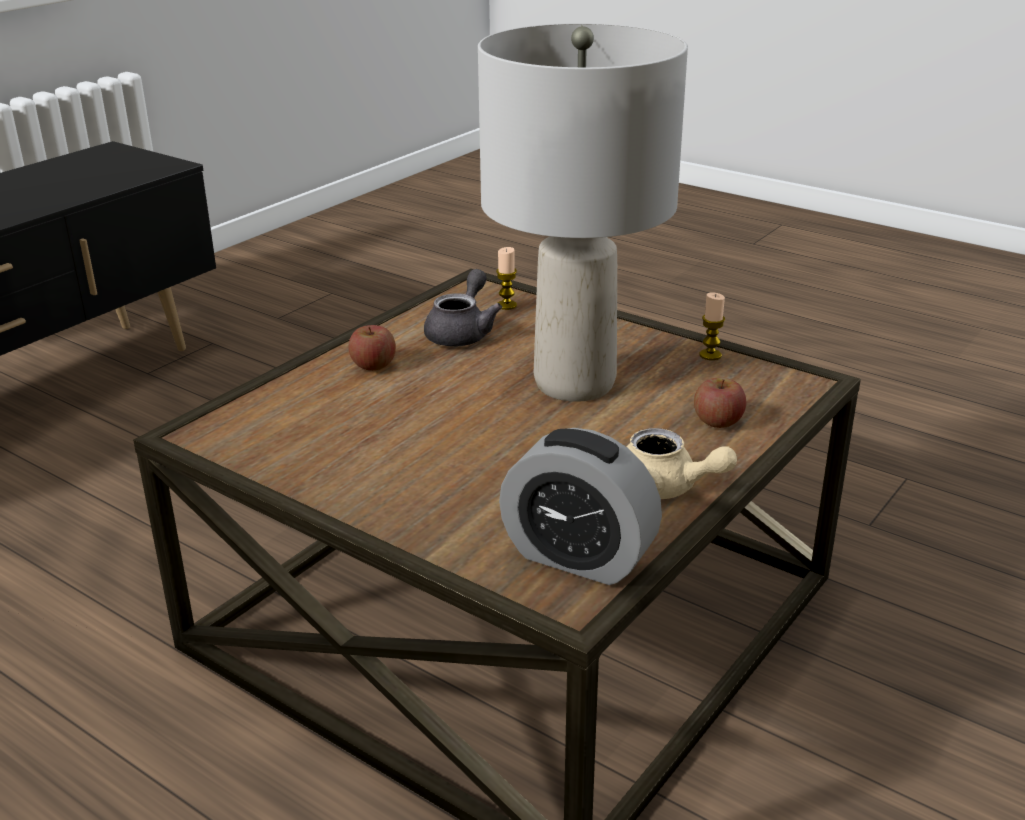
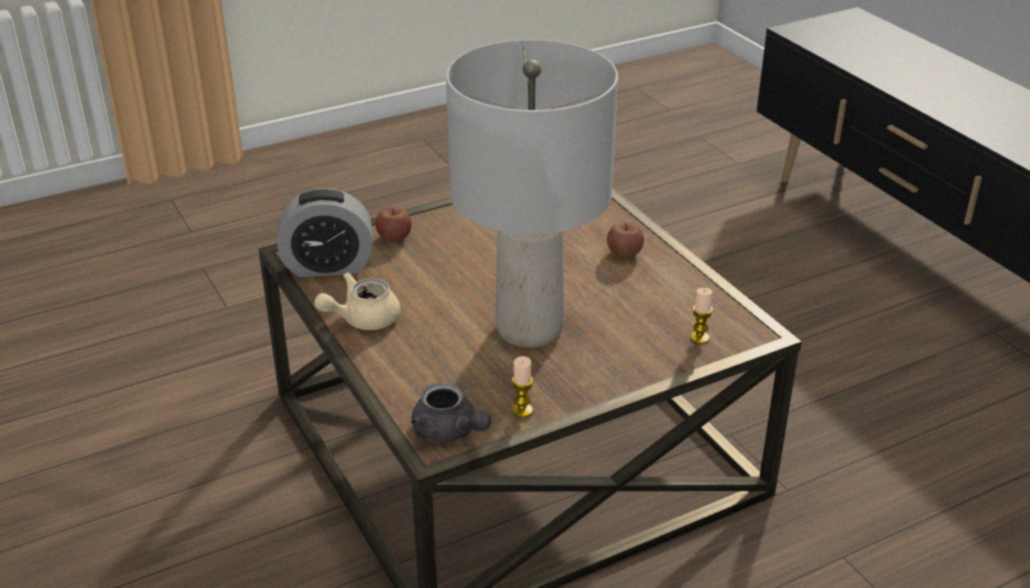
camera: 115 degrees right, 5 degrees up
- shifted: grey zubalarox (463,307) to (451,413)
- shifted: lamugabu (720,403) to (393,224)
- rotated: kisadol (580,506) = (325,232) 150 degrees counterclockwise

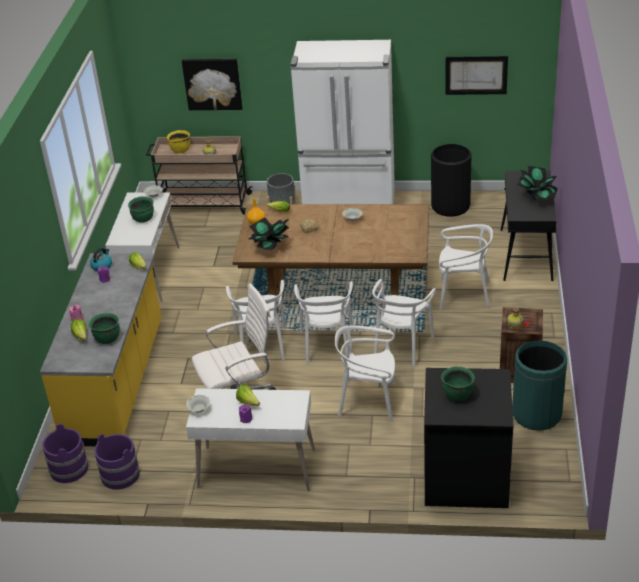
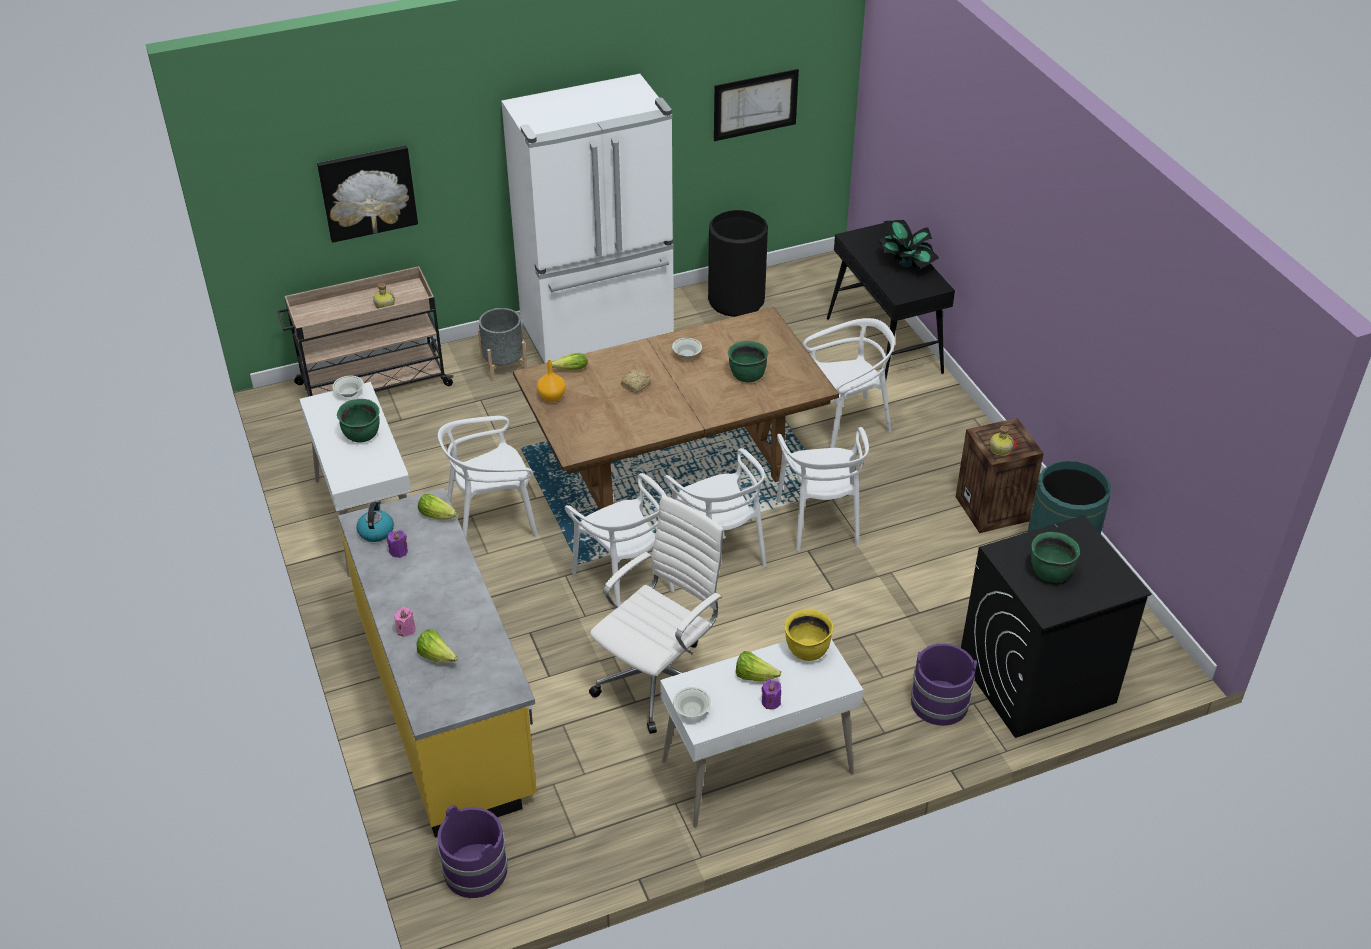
camera: 30 degrees left, 5 degrees up
- shifted: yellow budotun (178,141) to (809,635)
- gone: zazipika (269,234)
- shifted: green budotun (104,328) to (748,362)
- shifted: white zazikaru (365,373) to (488,477)
- shifted: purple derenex (117,462) to (944,684)

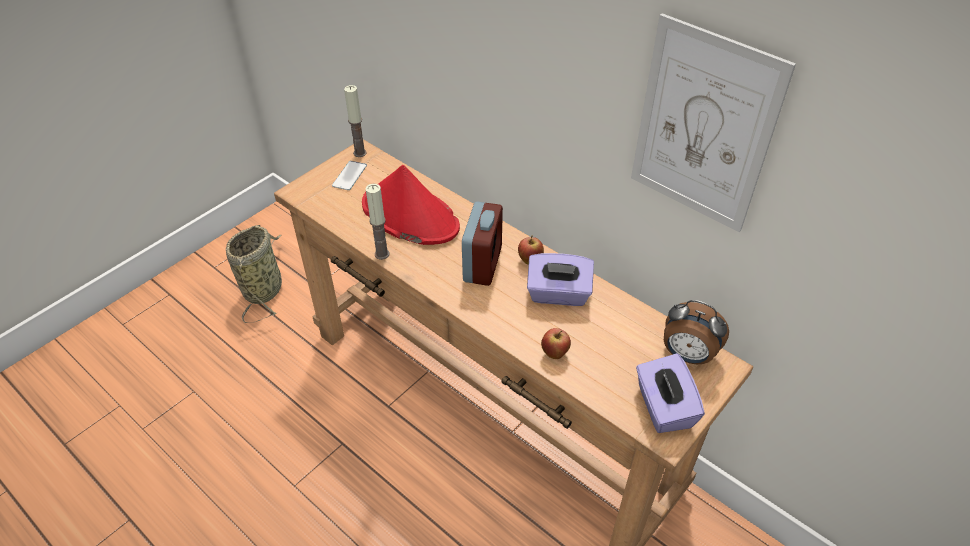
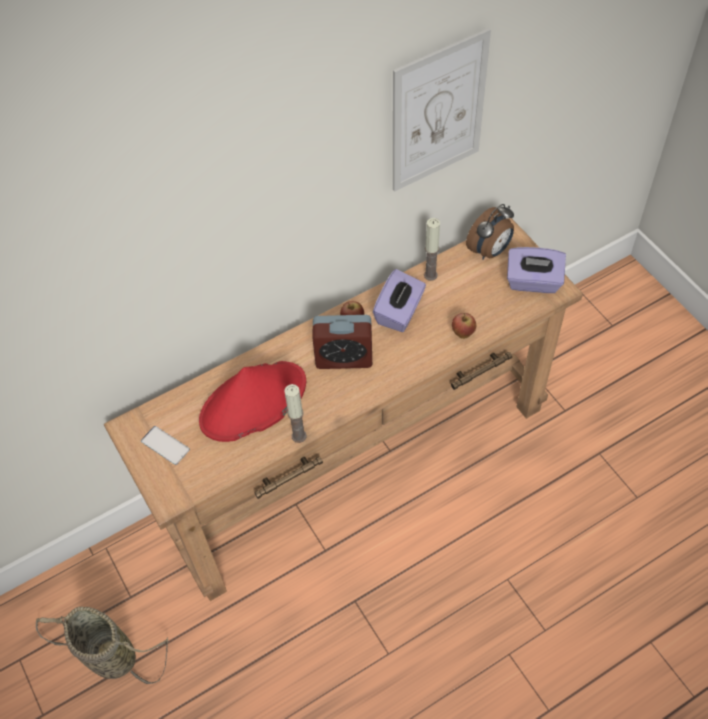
camera: 70 degrees left, 10 degrees up
- shifted: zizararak (355,121) to (432,249)
- rotated: kisadol (482,243) = (342,342) 150 degrees clockwise

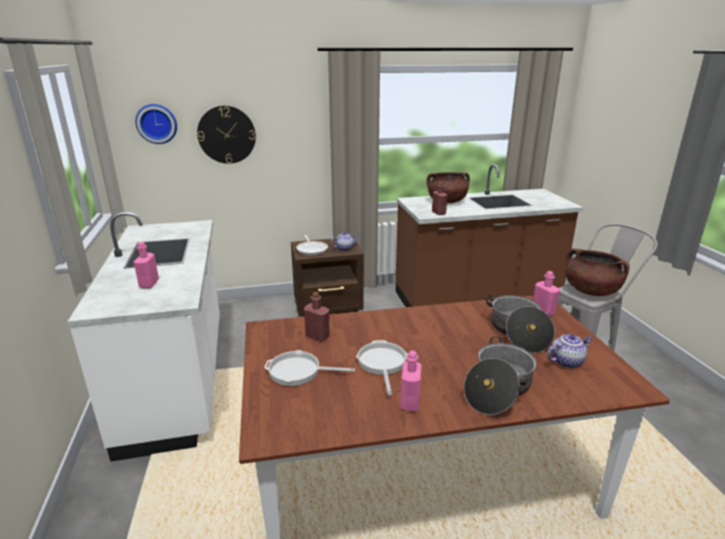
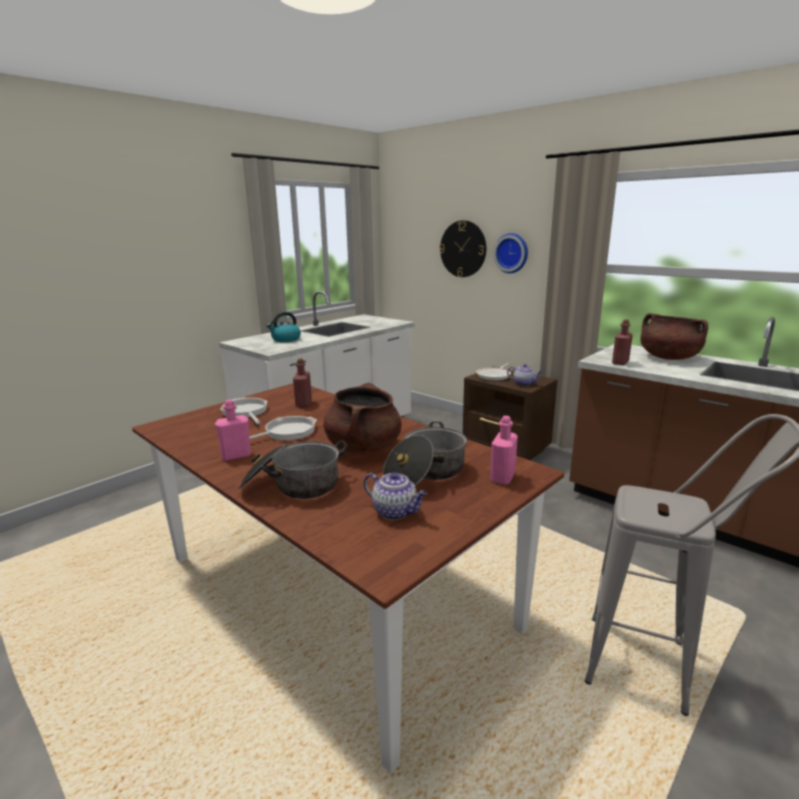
camera: 55 degrees right, 5 degrees down
- shifted: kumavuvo (156,124) to (510,253)
- swapped: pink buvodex (146,265) to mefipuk (284,327)
- shifted: brown budotun (597,272) to (362,418)

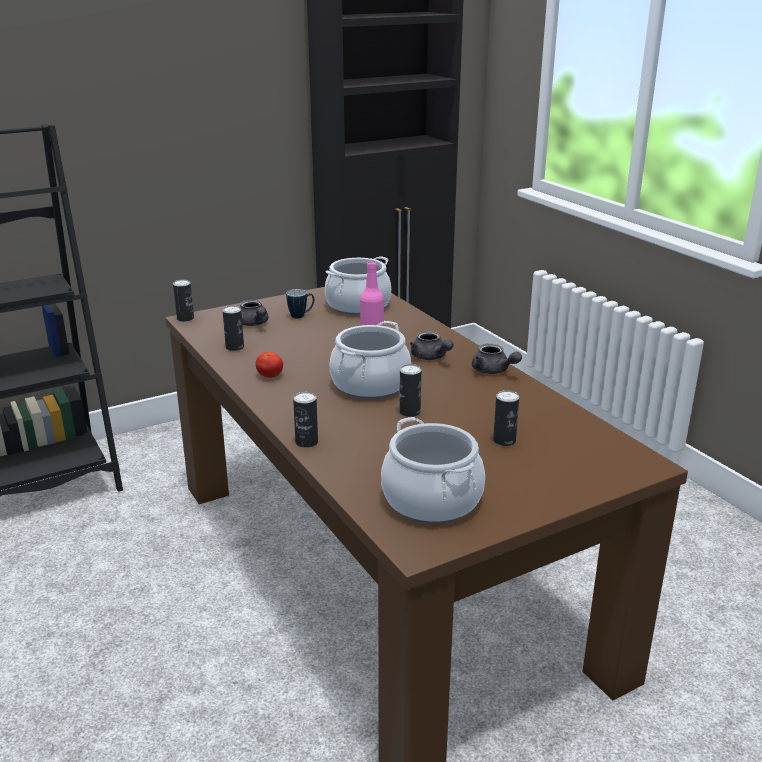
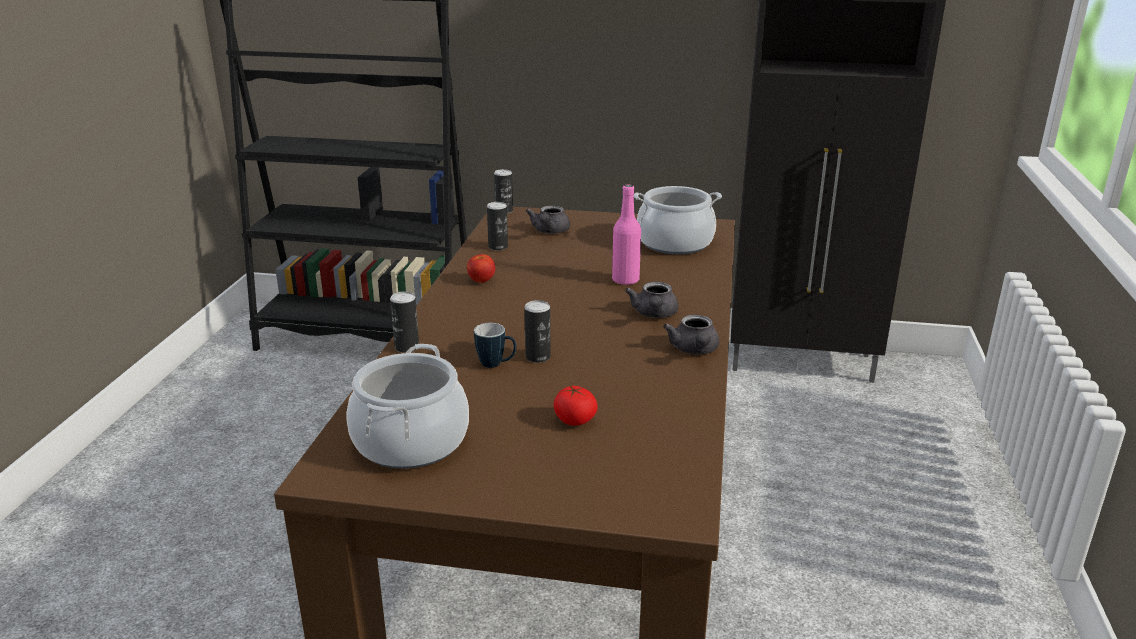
camera: 40 degrees right, 0 degrees up
- shifted: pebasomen (300,304) to (495,345)
- gone: budotun (370,360)
- swapped: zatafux (506,418) to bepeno (575,405)

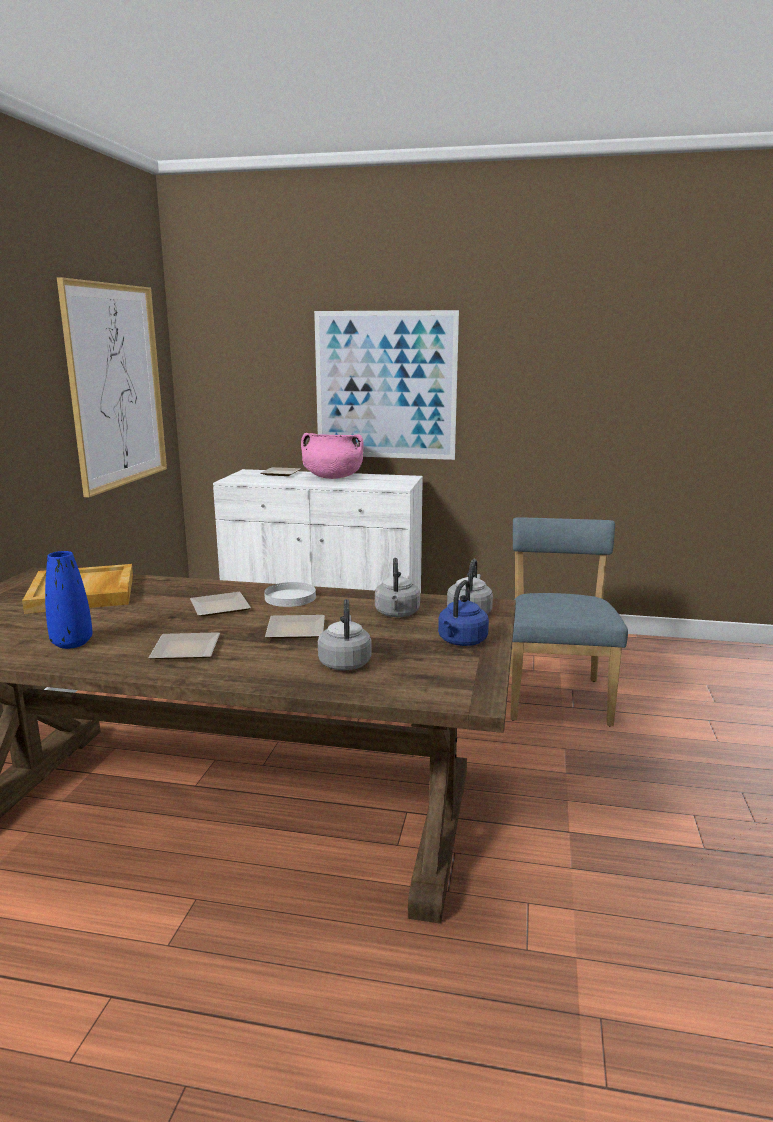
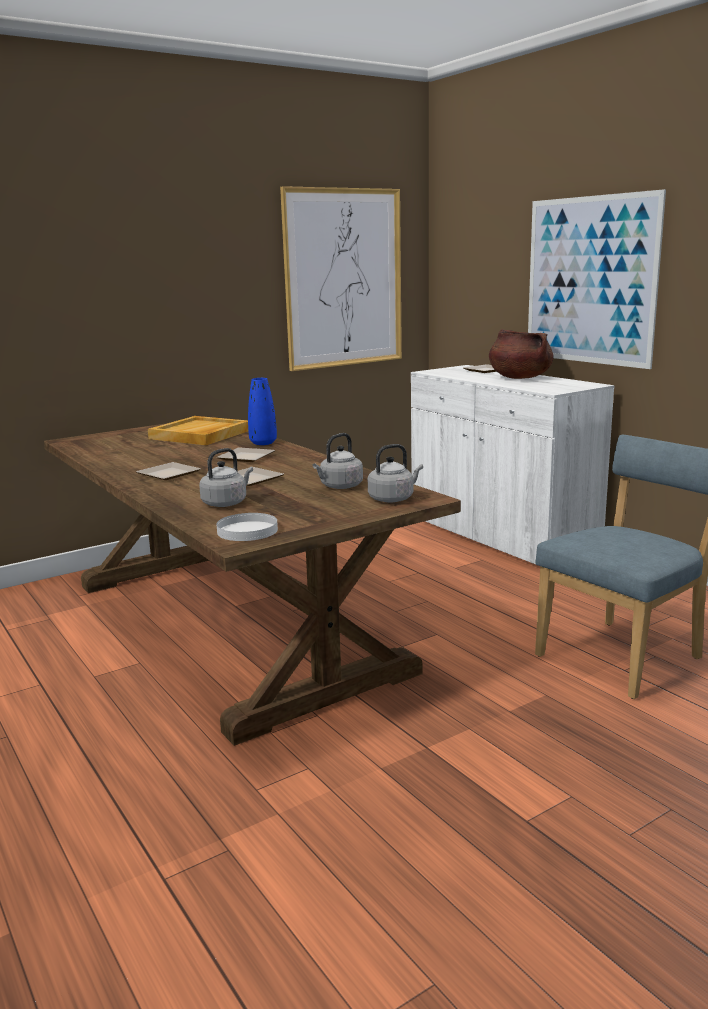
camera: 45 degrees right, 0 degrees up
- repainted: pink budotun (332,456) to brown budotun (521,354)
- shifted: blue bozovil (69,600) to (262,411)
- gone: blue mefipuk (463,613)
- shifted: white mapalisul (290,594) to (247,527)

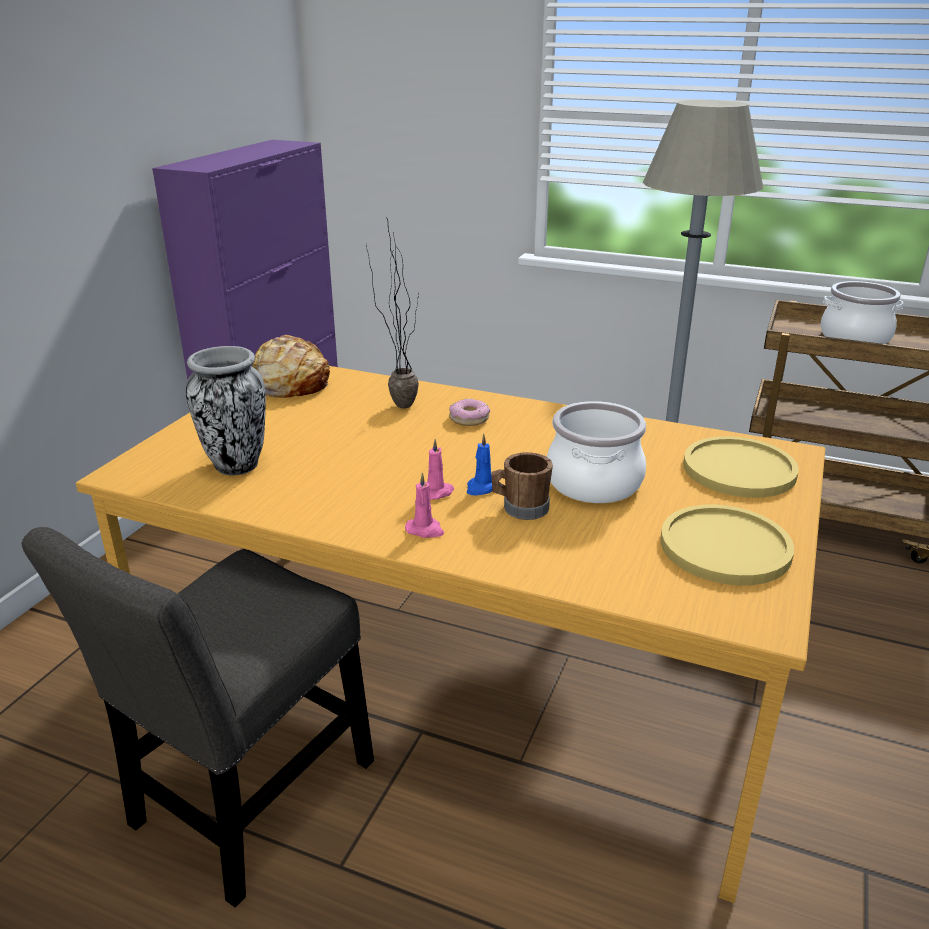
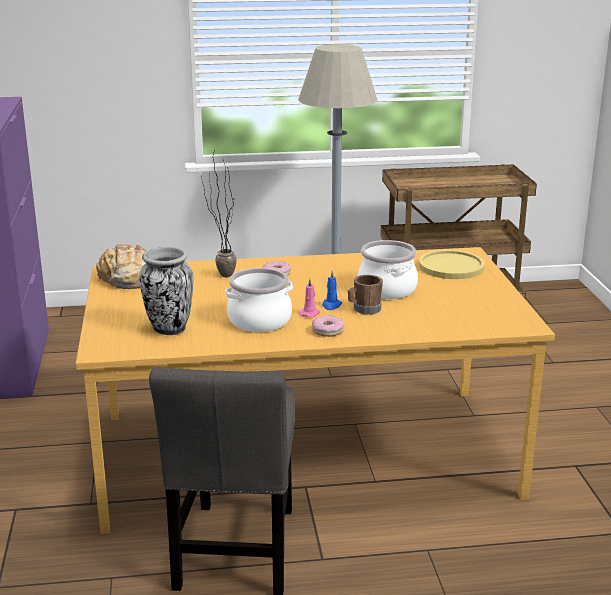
camera: 30 degrees left, 5 degrees down
- shifted: budotun (862,312) to (259,300)
- swapped: pink zizararak (424,505) to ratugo (328,326)
- gone: yellow mapalisul (727,545)

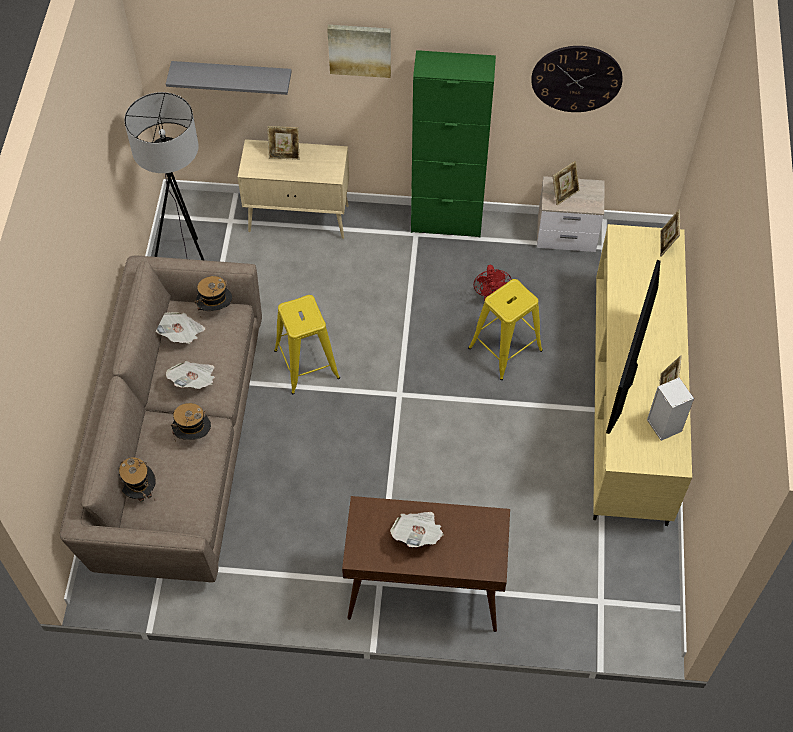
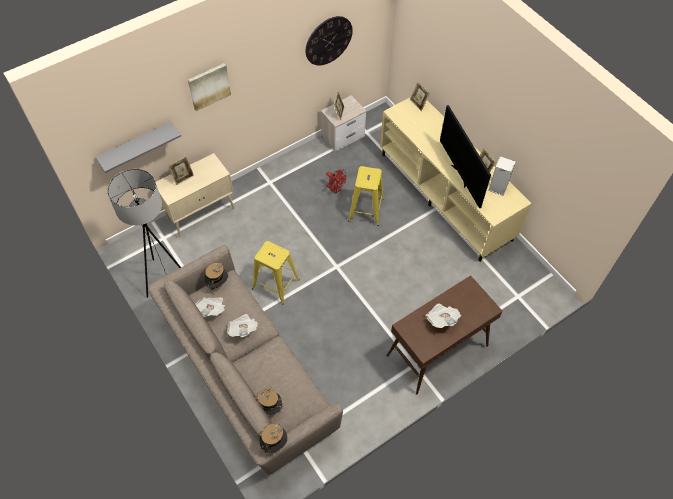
camera: 40 degrees left, 0 degrees up
- gone: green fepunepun (453,144)
- shifted: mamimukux (190,422) to (273,438)

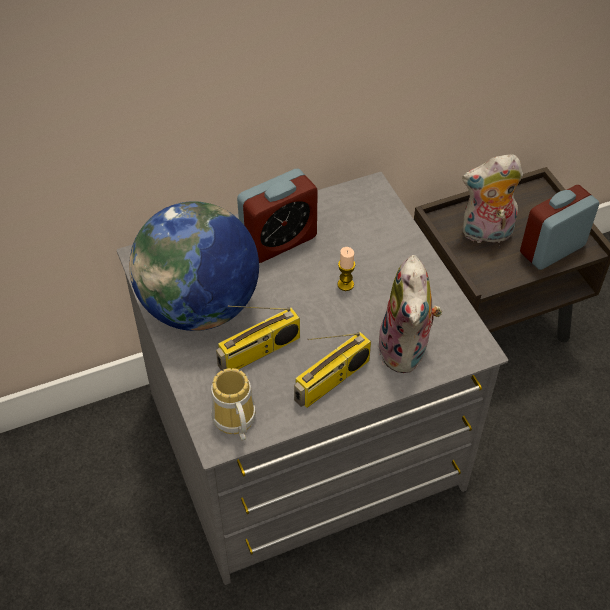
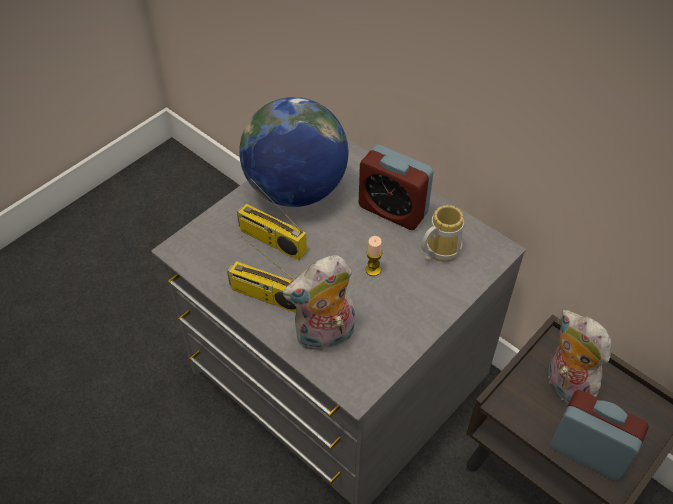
camera: 65 degrees right, 0 degrees up
- shifted: pebasomen (233,404) to (442,233)

